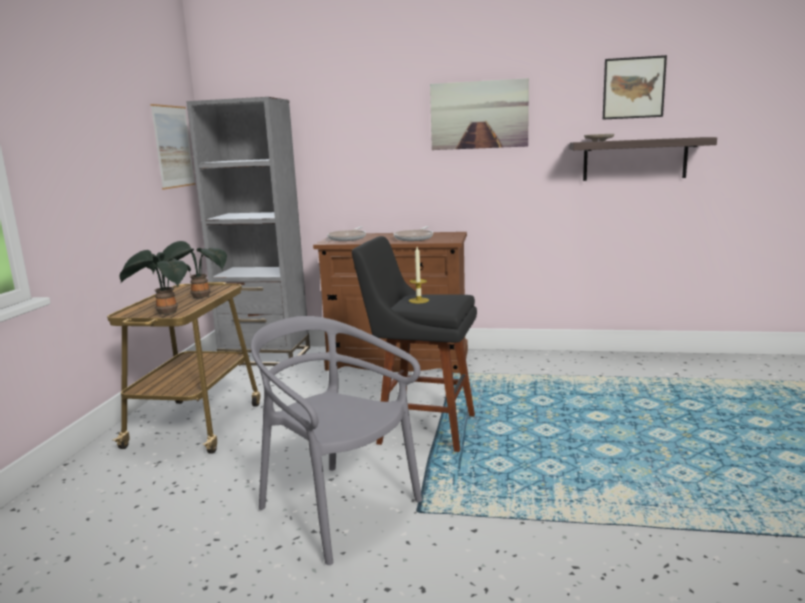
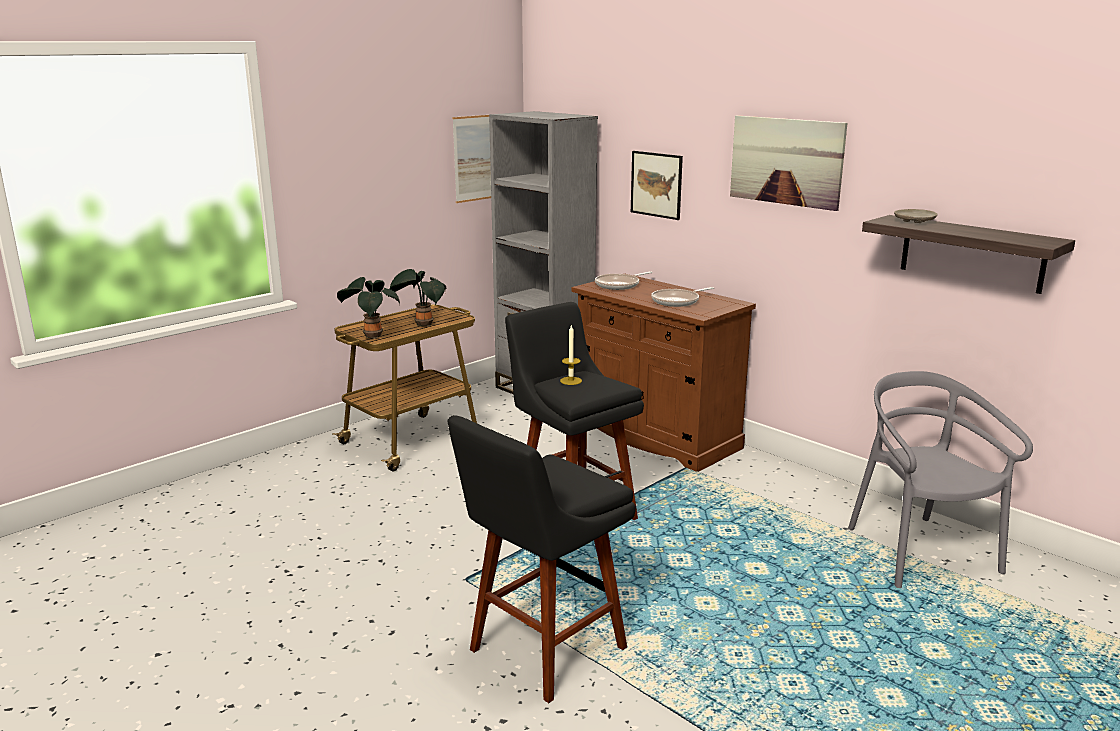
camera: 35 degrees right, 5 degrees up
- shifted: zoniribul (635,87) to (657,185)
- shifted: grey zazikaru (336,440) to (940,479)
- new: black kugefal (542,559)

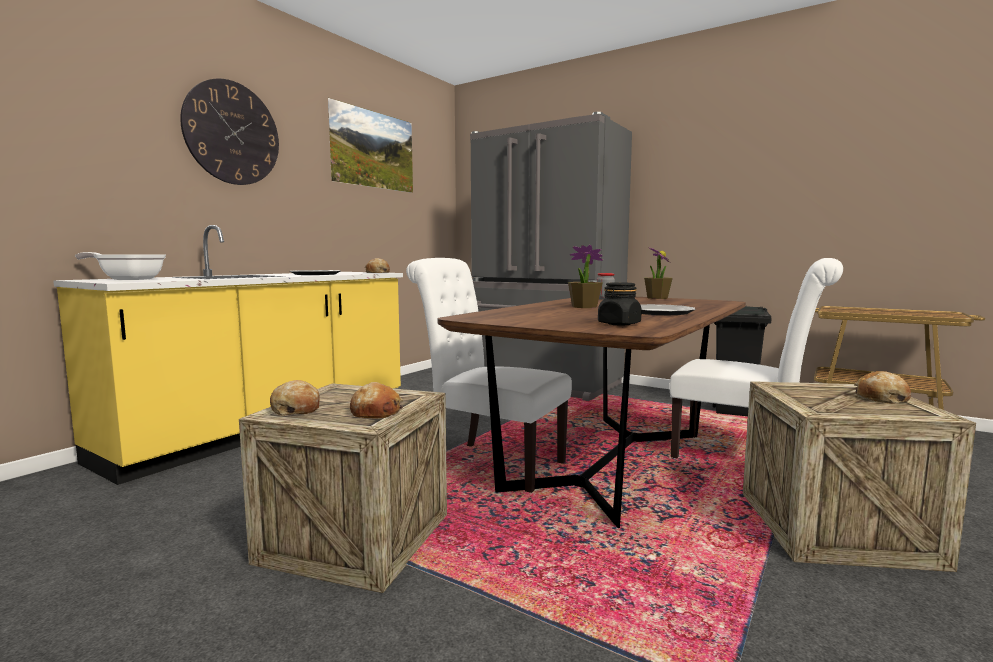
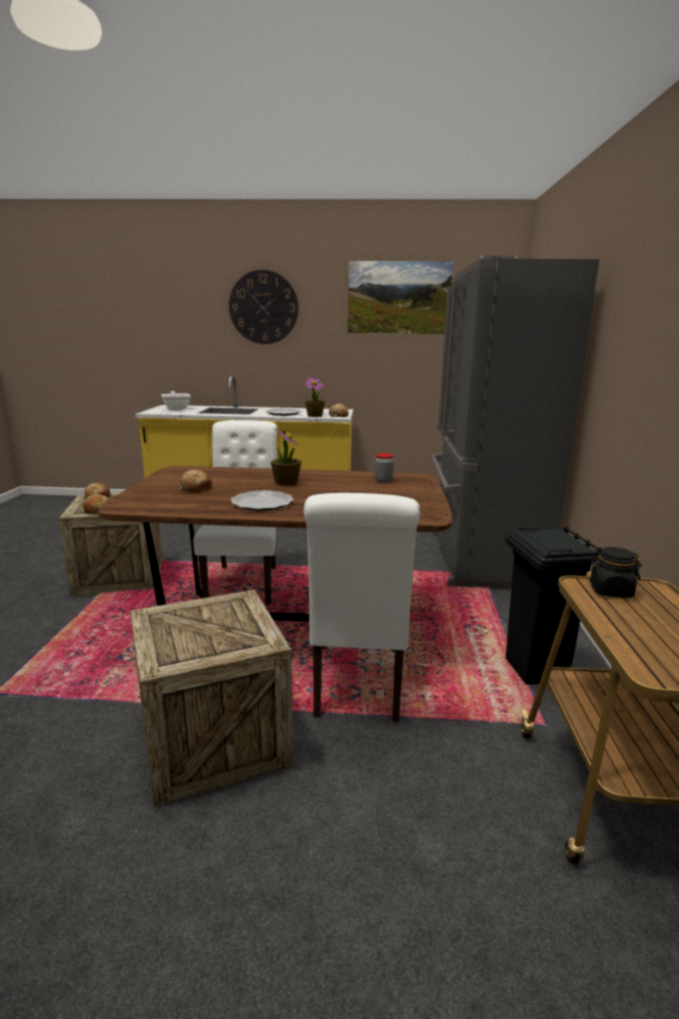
camera: 60 degrees right, 10 degrees up
- shifted: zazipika (658,273) to (314,397)
- shifted: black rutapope (620,304) to (615,572)
- shifted: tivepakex (882,387) to (196,481)

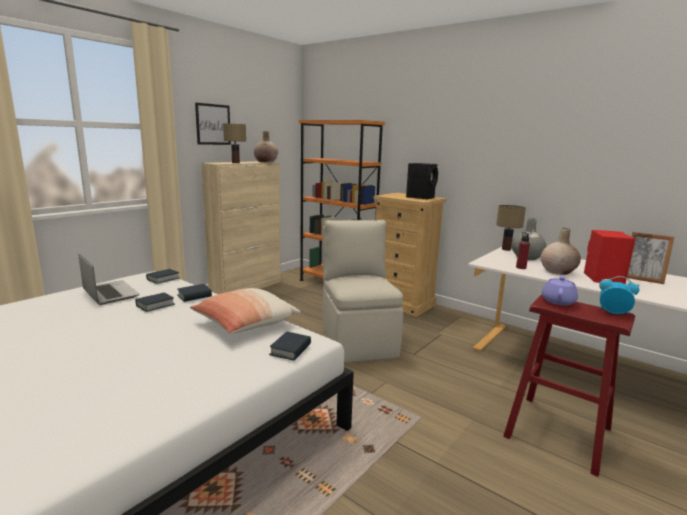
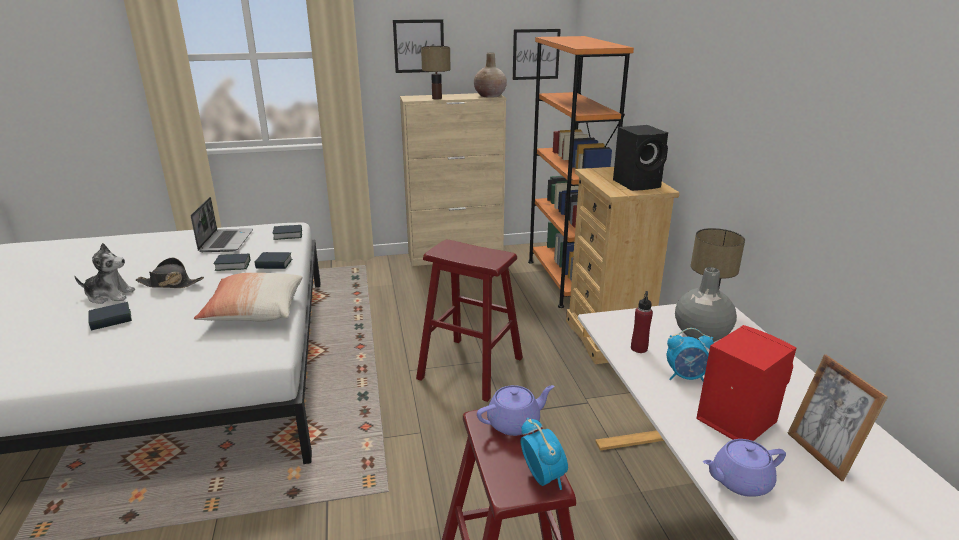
camera: 40 degrees right, 10 degrees up
- swapped: beige zazikaru (363,291) to red kugefal (469,321)
- swapped: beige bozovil (560,251) to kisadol (690,354)
- shifted: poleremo (290,346) to (110,316)
- new: zoniribul (537,54)
- new: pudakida (104,273)
- new: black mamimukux (169,273)
- new: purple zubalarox (744,467)

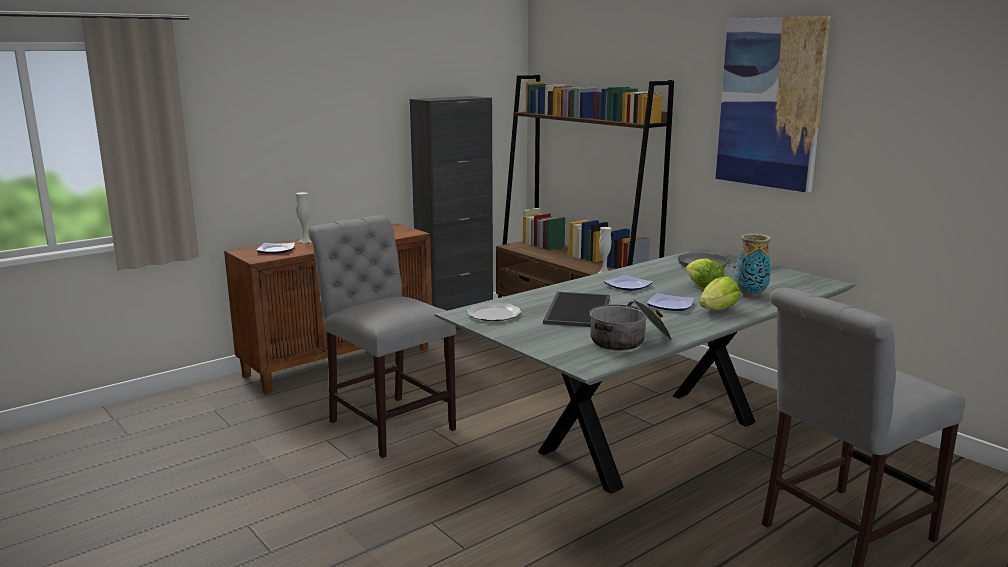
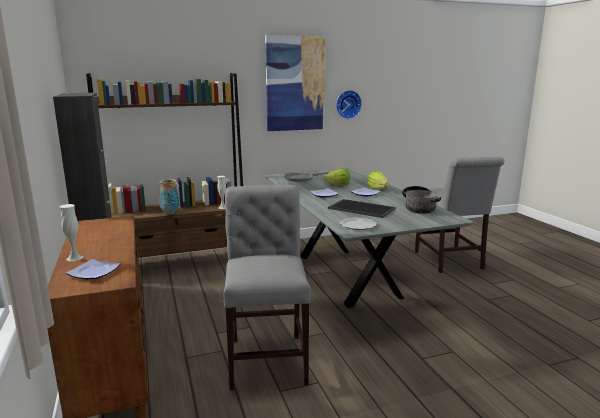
camera: 70 degrees left, 0 degrees up
- rotated: grey zazikaru (382,336) = (267,287) 105 degrees clockwise
- shifted: bozovil (752,265) to (169,196)
- new: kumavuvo (349,104)

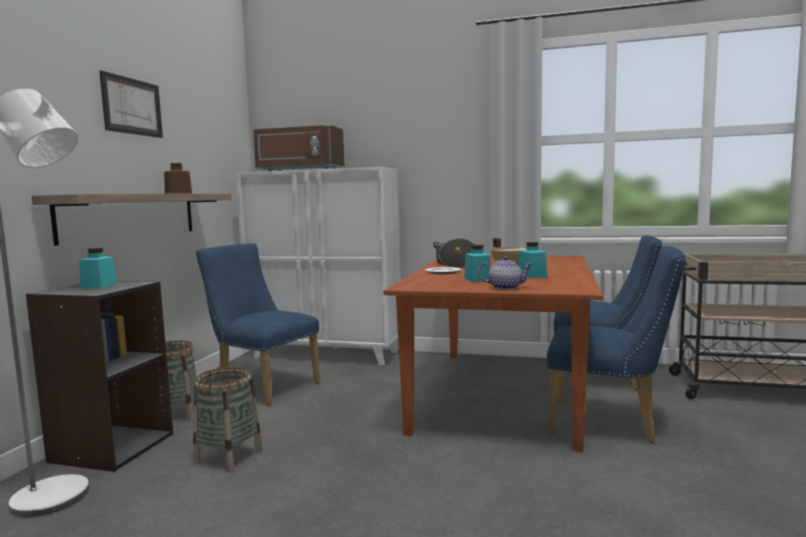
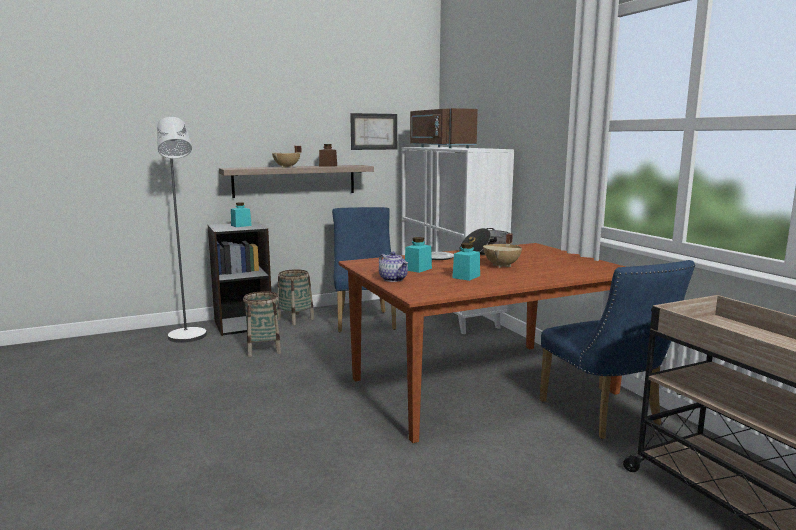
camera: 50 degrees right, 5 degrees up
- shifted: zoniribul (131,104) to (373,131)
- gone: blue zazikaru (616,344)
- new: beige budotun (287,157)

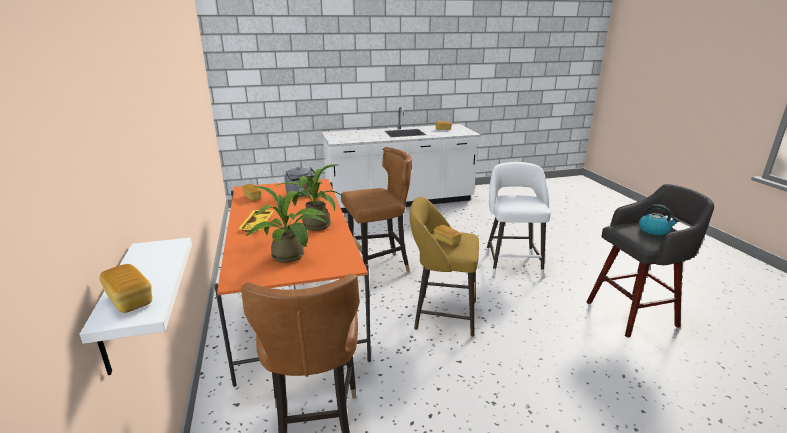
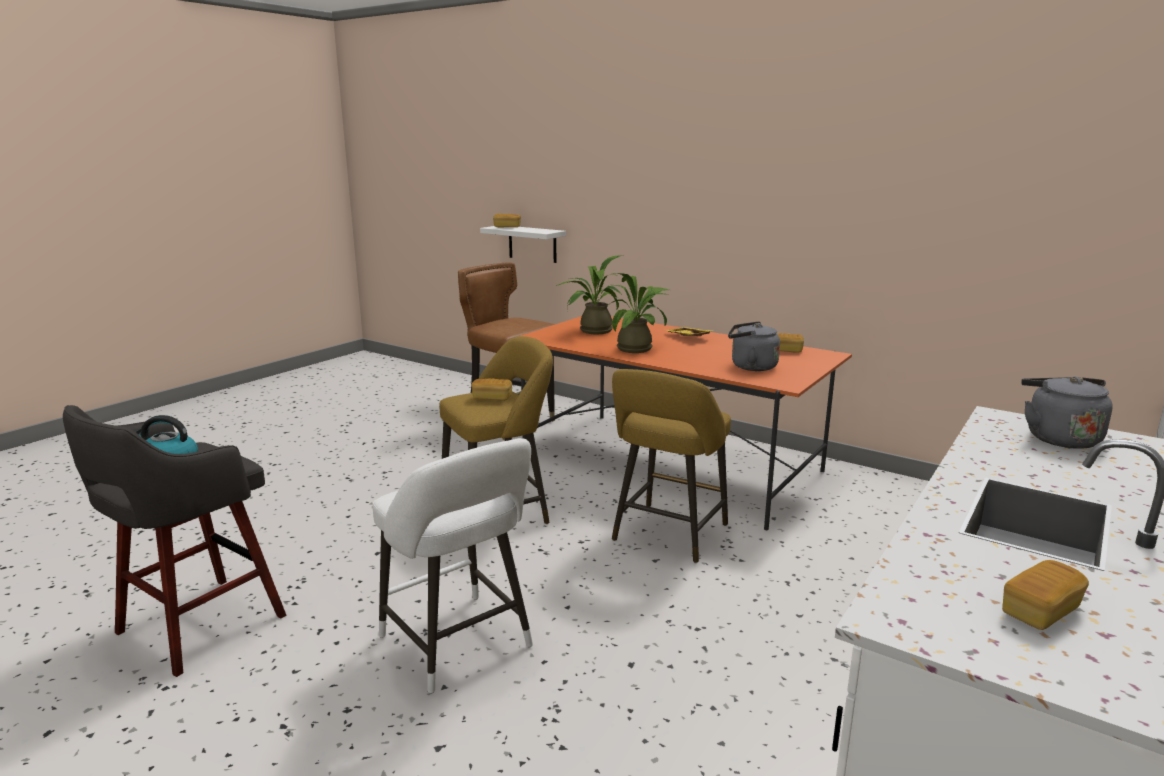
camera: 140 degrees right, 5 degrees down
- swapped: brown zazikaru (376,213) to yellow kugefal (671,466)
- new: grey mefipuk (1067,412)

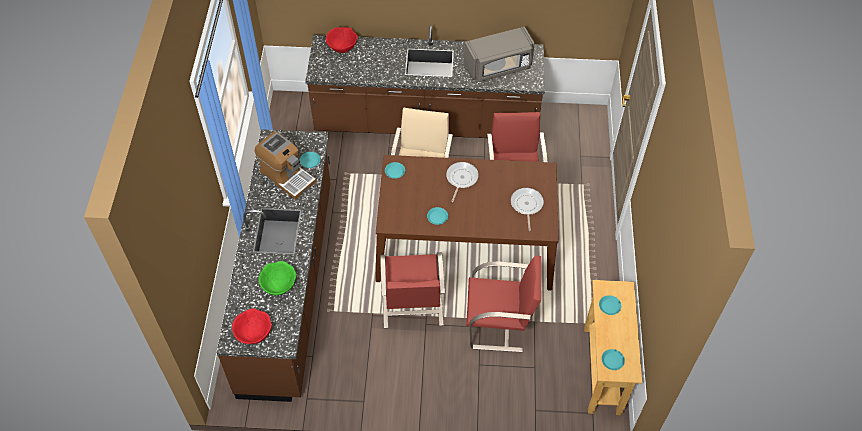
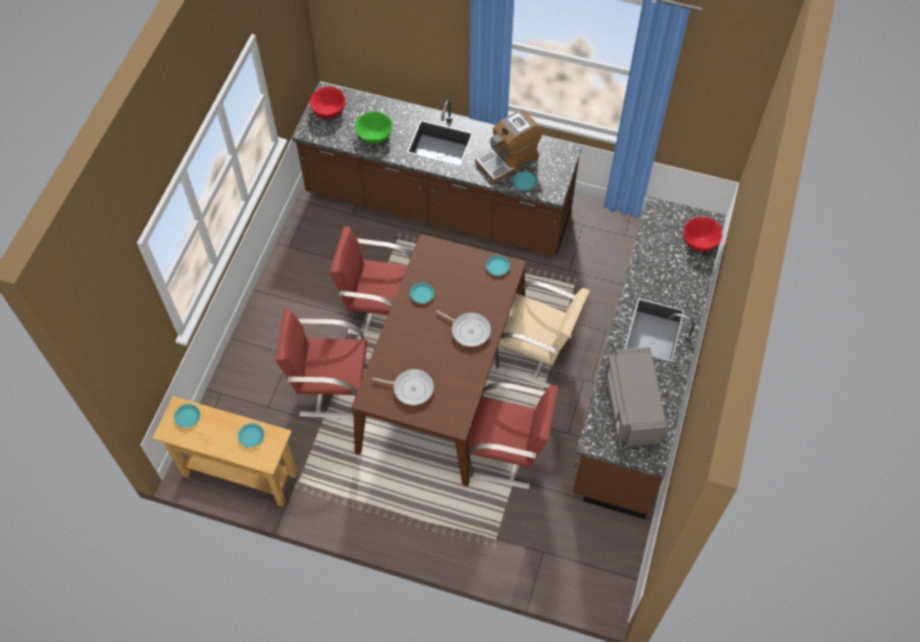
camera: 105 degrees right, 5 degrees up
- rotated: red zazikaru (503,303) = (321,364) 75 degrees clockwise

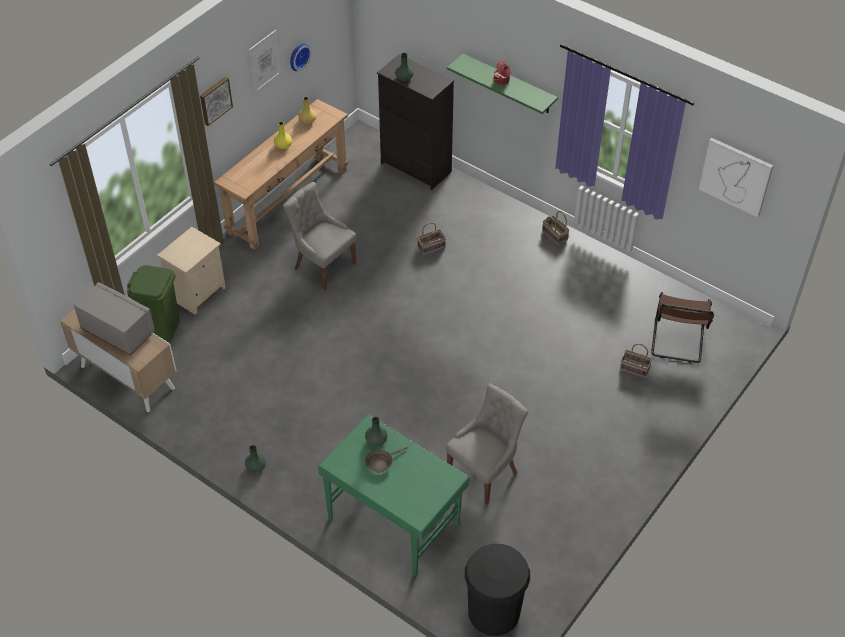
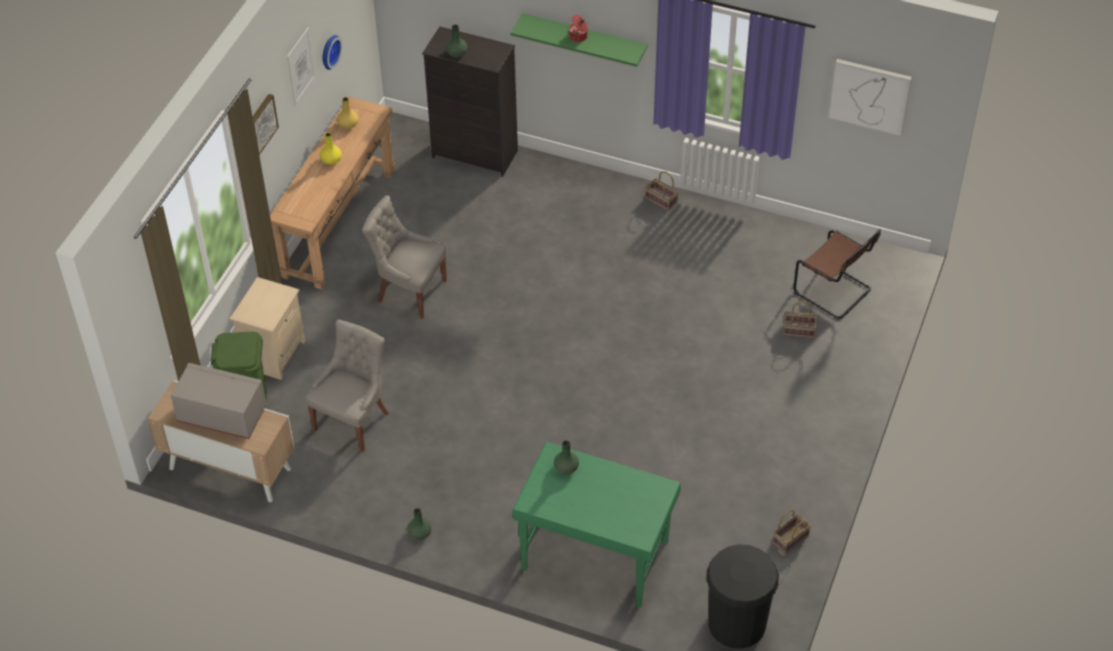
camera: 15 degrees left, 0 degrees up
- shifted: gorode (431,239) to (792,531)
- rotated: brown zazikaru (682,327) = (837,274) 45 degrees counterclockwise
- shifted: grey zazikaru (487,443) to (347,385)
- gone: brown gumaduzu (386,459)

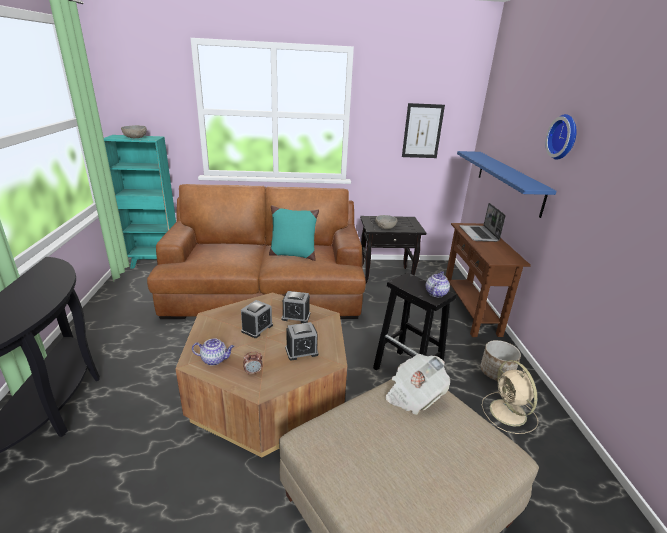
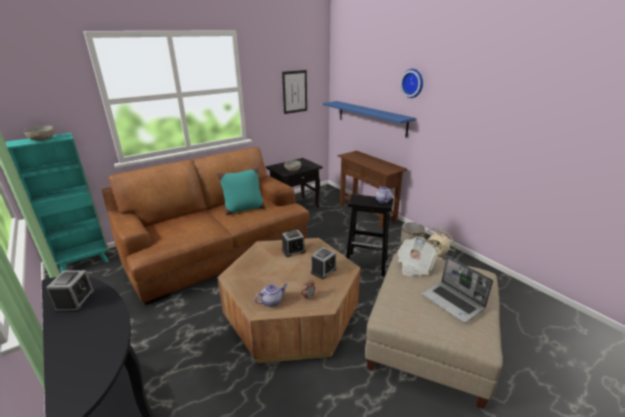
camera: 30 degrees left, 0 degrees up
- shifted: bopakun (482,222) to (457,289)
- shifted: kisadol (257,319) to (70,291)

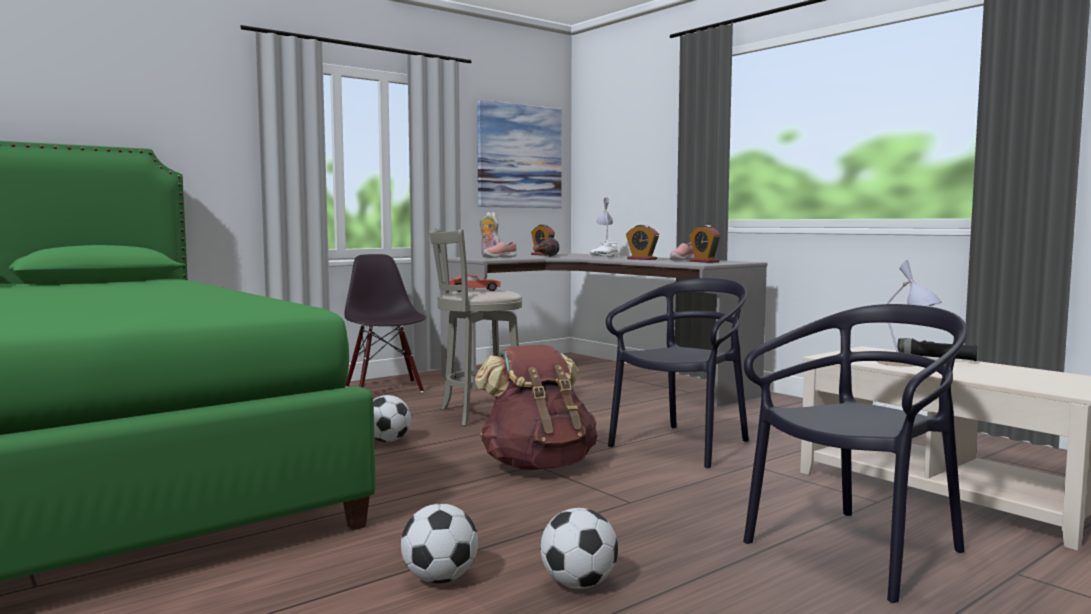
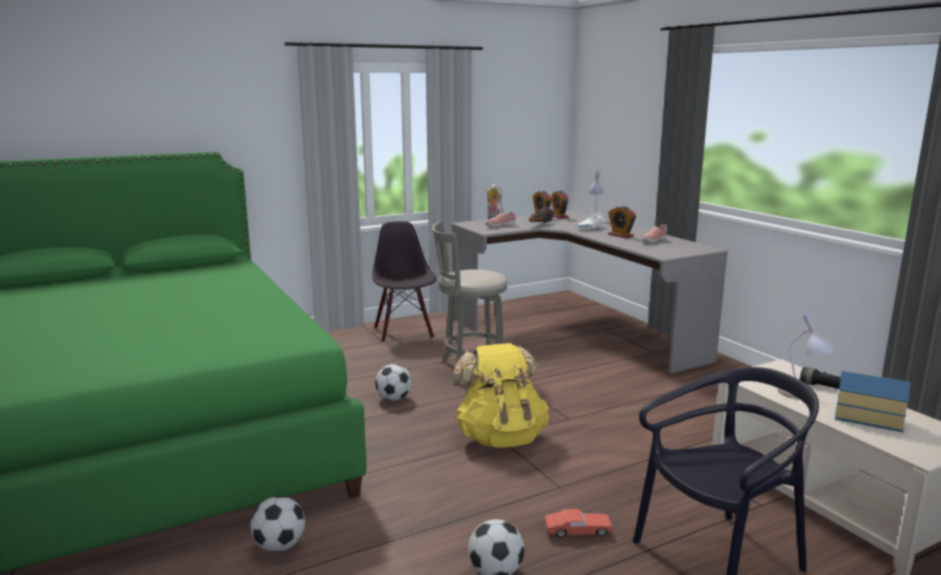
camera: 10 degrees right, 10 degrees up
- gone: zoniribul (519,154)
- shifted: kisadol (705,244) to (560,204)
- shifted: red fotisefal (475,283) to (578,523)
- gone: black zazikaru (677,373)
- repainted: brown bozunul (535,407) to yellow bozunul (501,395)
- shifted: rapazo (439,543) to (277,524)
- new: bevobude (873,401)

